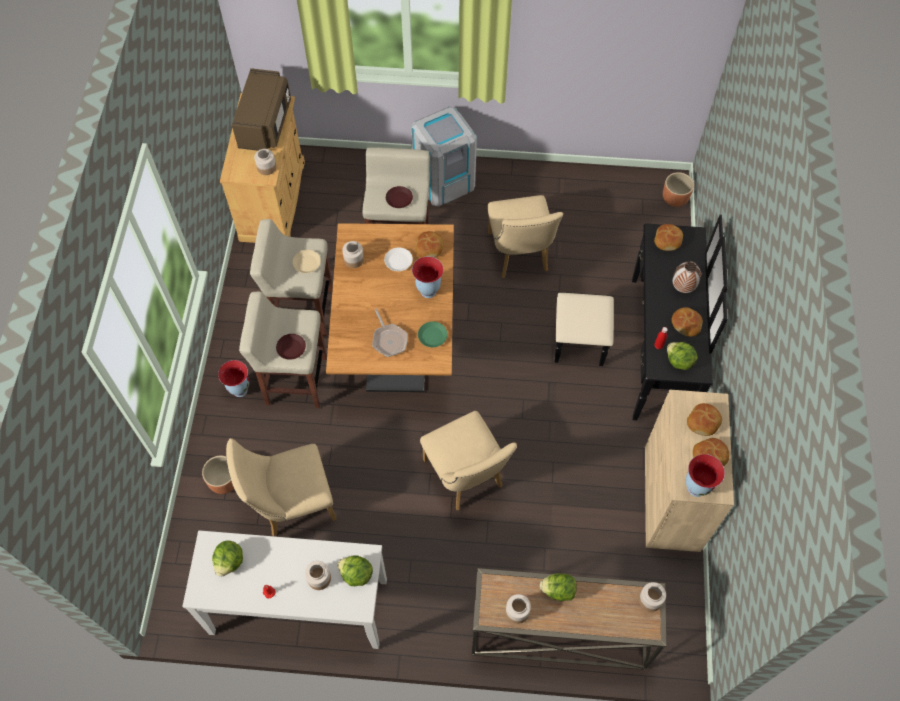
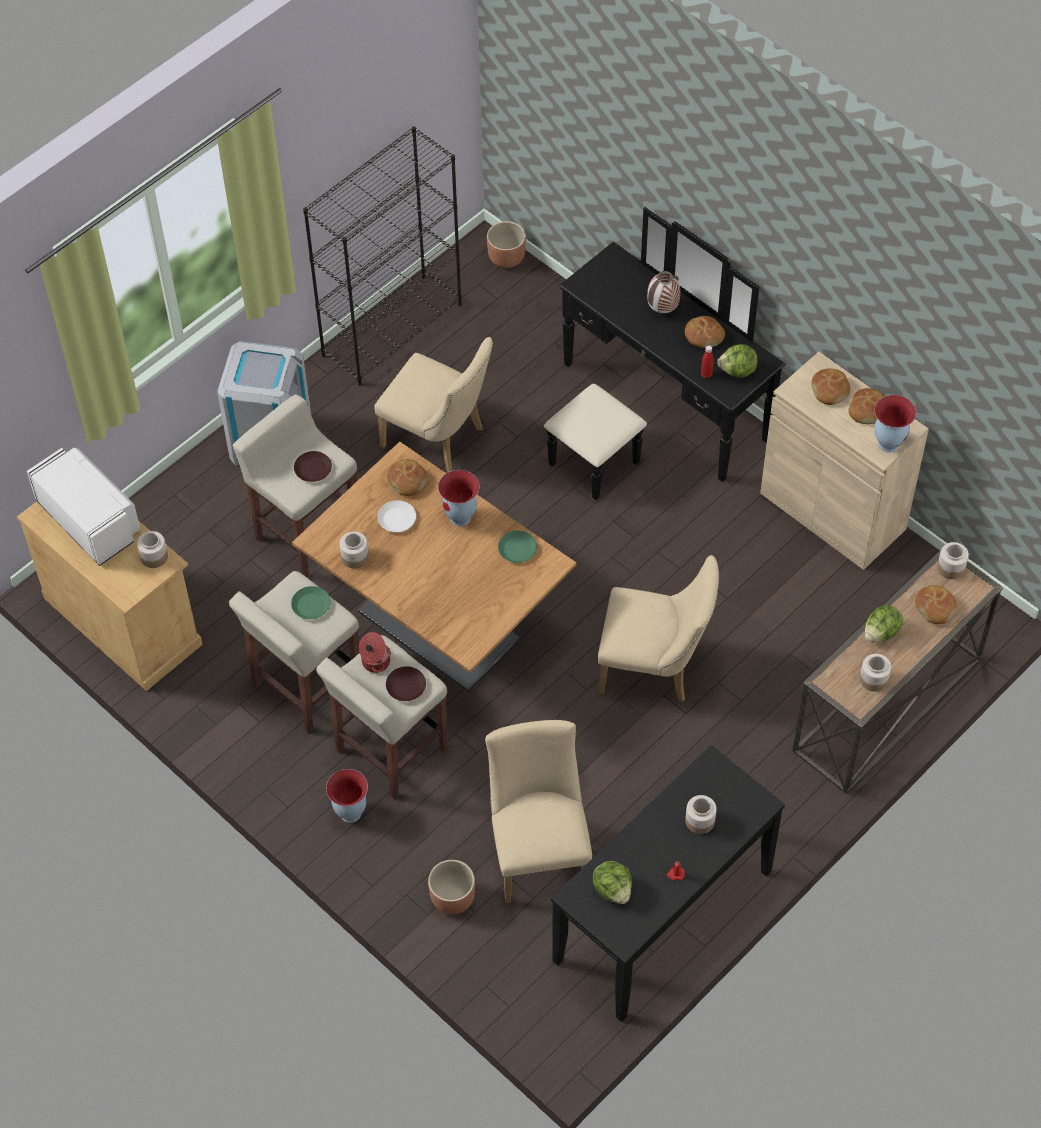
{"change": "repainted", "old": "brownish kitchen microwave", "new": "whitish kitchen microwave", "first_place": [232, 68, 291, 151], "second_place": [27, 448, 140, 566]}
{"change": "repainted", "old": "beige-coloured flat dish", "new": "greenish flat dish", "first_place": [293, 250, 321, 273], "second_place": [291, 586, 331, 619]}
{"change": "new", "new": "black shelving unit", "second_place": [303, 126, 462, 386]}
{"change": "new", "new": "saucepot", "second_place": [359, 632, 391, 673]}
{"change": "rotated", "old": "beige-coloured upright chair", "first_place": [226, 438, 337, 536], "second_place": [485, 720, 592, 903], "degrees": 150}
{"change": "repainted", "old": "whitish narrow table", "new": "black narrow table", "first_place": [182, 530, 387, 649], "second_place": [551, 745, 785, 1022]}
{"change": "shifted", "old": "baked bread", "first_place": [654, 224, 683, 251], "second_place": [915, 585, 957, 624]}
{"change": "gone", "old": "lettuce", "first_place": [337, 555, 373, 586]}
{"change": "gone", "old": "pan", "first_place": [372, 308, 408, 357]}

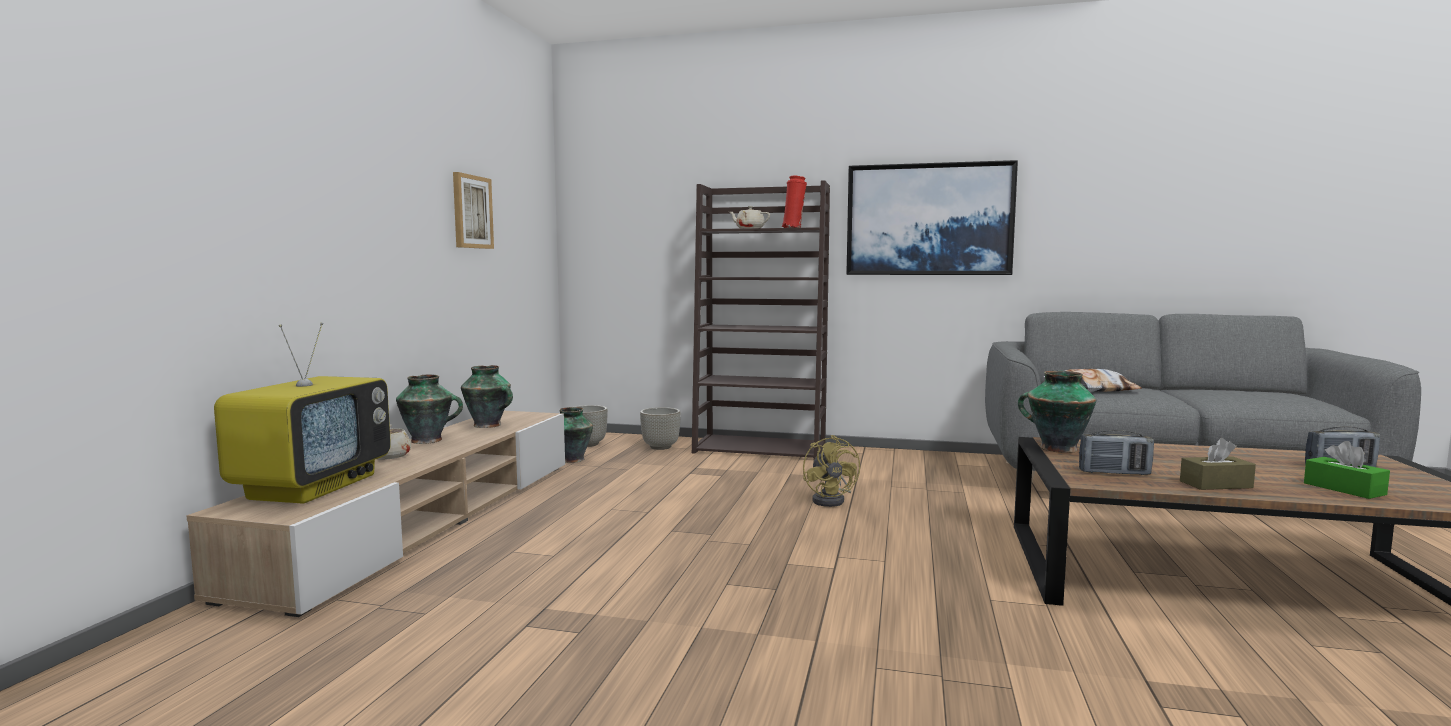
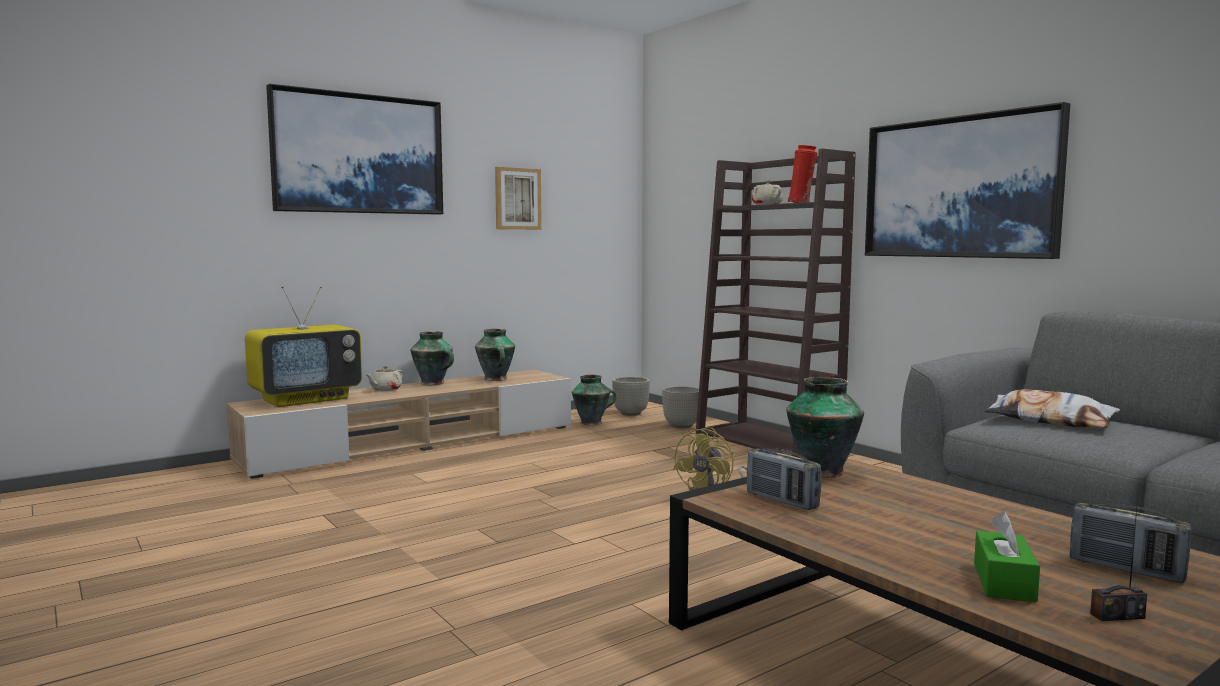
{"change": "new", "new": "wall art", "second_place": [266, 84, 443, 215]}
{"change": "new", "new": "radio receiver", "second_place": [1090, 497, 1147, 621]}
{"change": "gone", "old": "brownish tissue box", "first_place": [1180, 438, 1256, 490]}

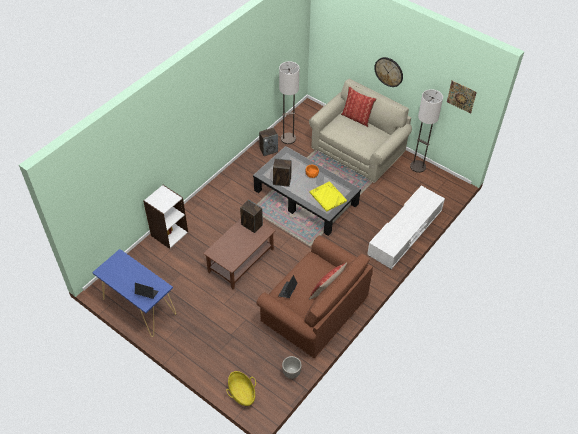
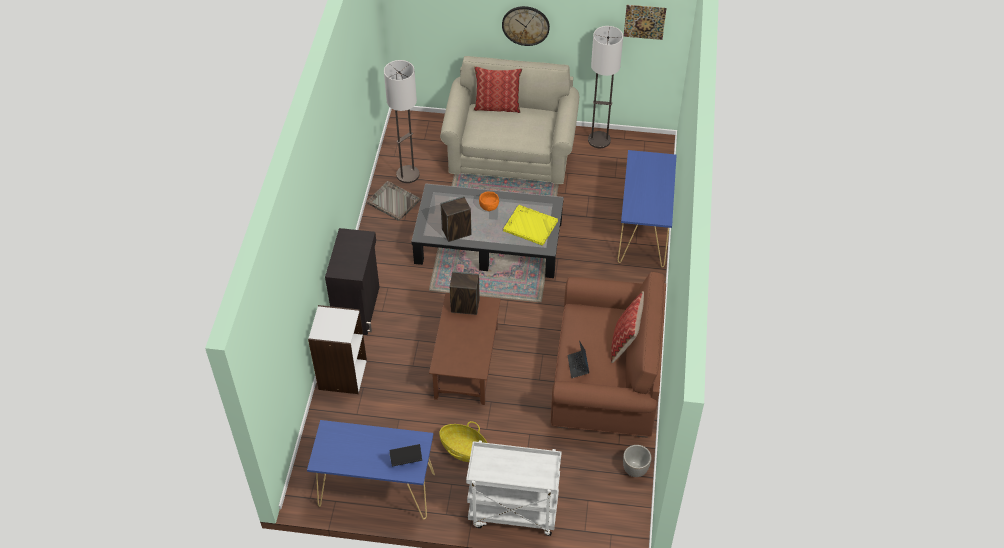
{"change": "new", "new": "black storage cabinet", "second_place": [325, 228, 379, 335]}
{"change": "swapped", "old": "audio speaker", "new": "gray tray", "first_place": [259, 128, 278, 156], "second_place": [366, 181, 420, 221]}
{"change": "shifted", "old": "basket", "first_place": [226, 371, 256, 406], "second_place": [439, 421, 487, 462]}
{"change": "new", "new": "whitish cart", "second_place": [466, 441, 562, 536]}
{"change": "swapped", "old": "whitish tv unit", "new": "blue-coloured narrow table", "first_place": [367, 186, 445, 269], "second_place": [618, 150, 677, 267]}

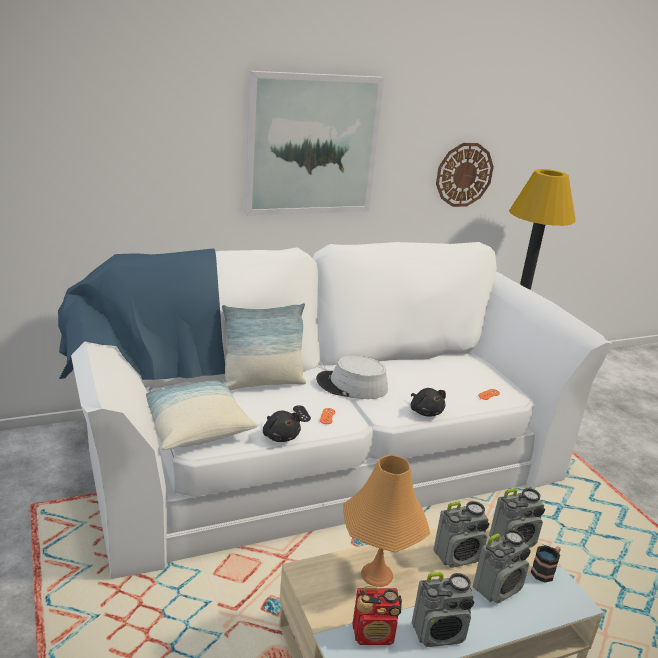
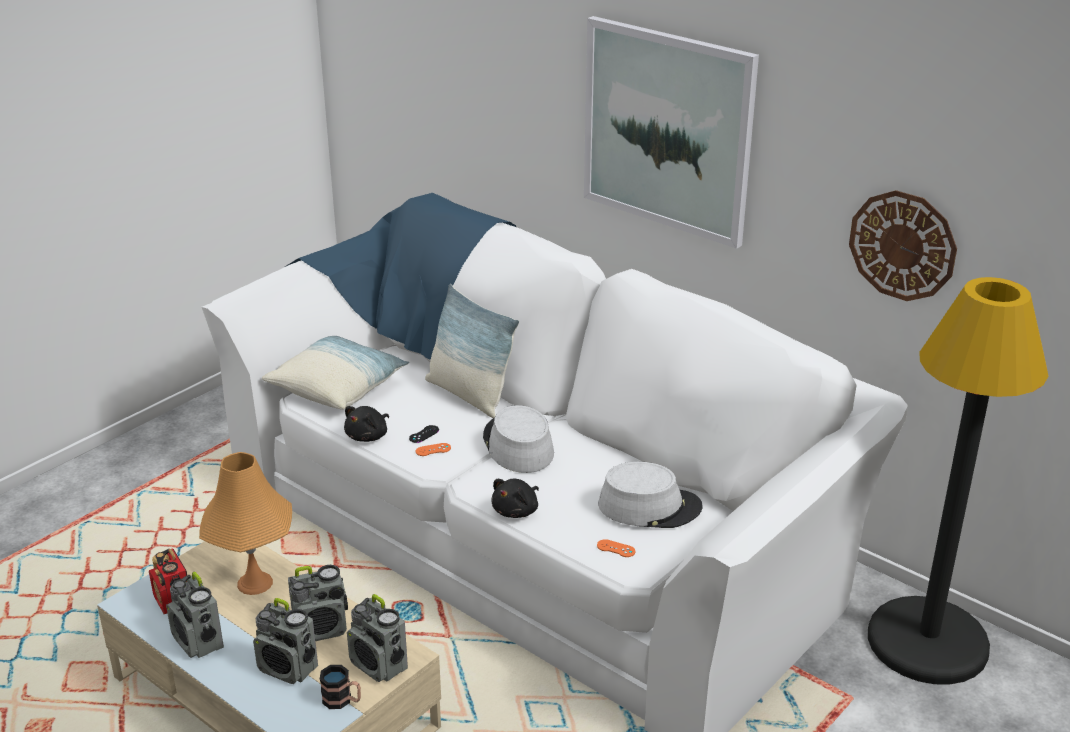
{"change": "rotated", "old": "radio receiver", "first_place": [433, 501, 490, 568], "second_place": [288, 565, 348, 641], "degrees": -60}
{"change": "new", "new": "gray wearable hat", "second_place": [598, 462, 703, 528]}

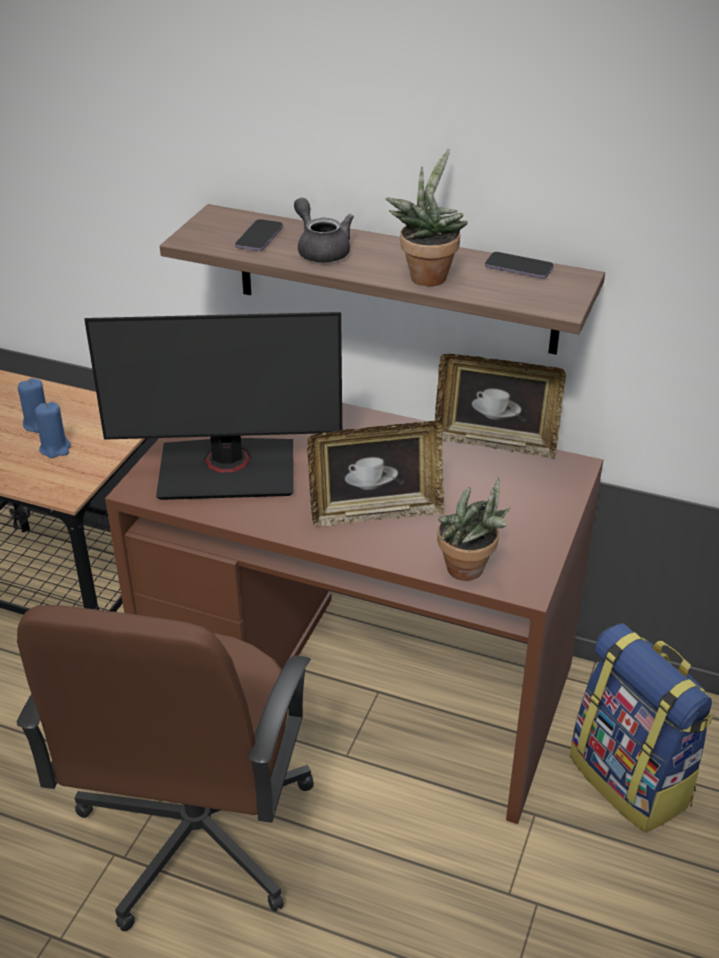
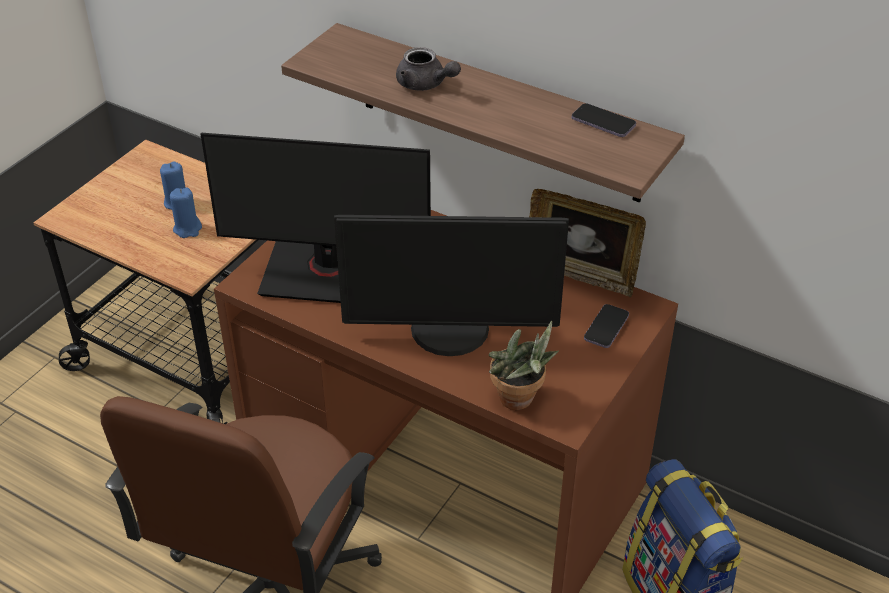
{"change": "swapped", "old": "photo frame", "new": "monitor", "first_place": [307, 421, 444, 526], "second_place": [334, 215, 569, 356]}
{"change": "rotated", "old": "gray pot for tea", "first_place": [294, 198, 354, 263], "second_place": [396, 47, 461, 91], "degrees": 150}
{"change": "shifted", "old": "phone", "first_place": [235, 219, 283, 251], "second_place": [584, 304, 629, 348]}
{"change": "gone", "old": "plant in a pot", "first_place": [385, 149, 468, 287]}

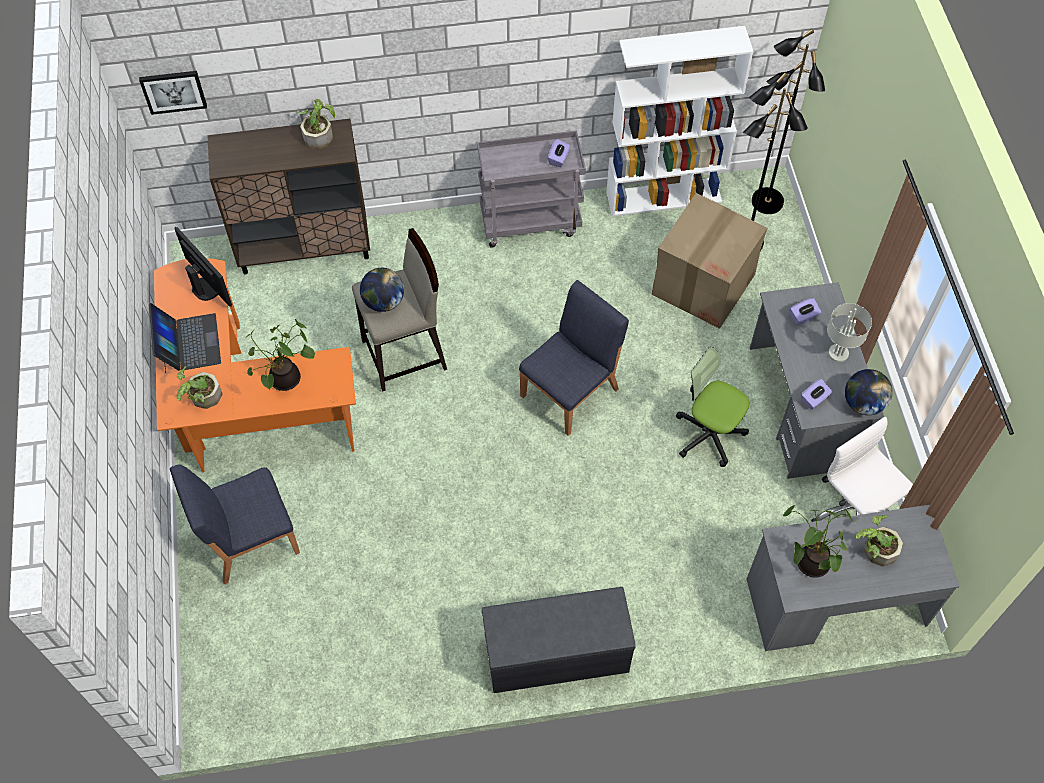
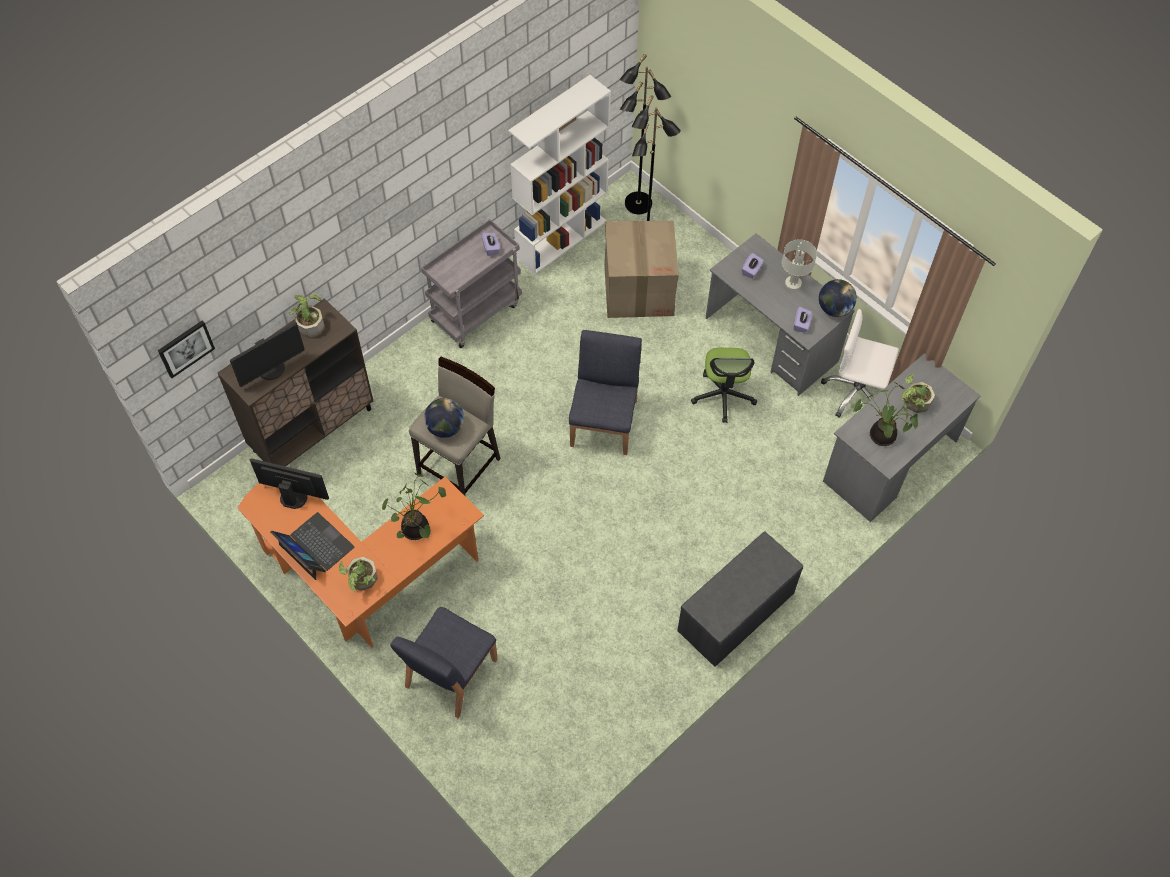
{"change": "new", "new": "monitor", "second_place": [230, 323, 305, 387]}
{"change": "rotated", "old": "desk chair", "first_place": [676, 347, 749, 467], "second_place": [691, 348, 757, 423], "degrees": -90}

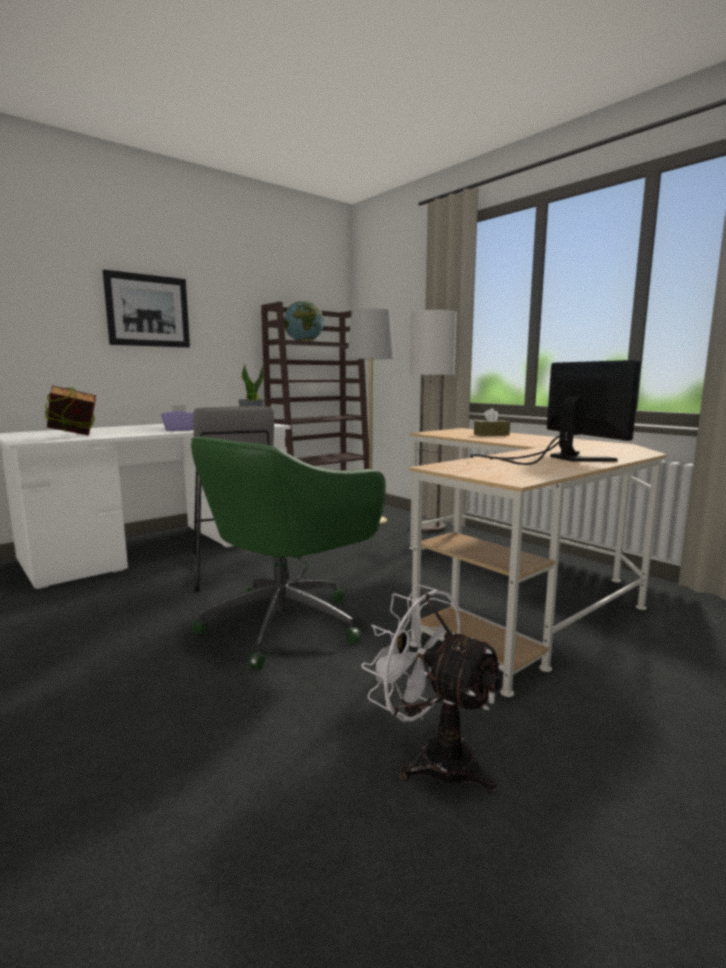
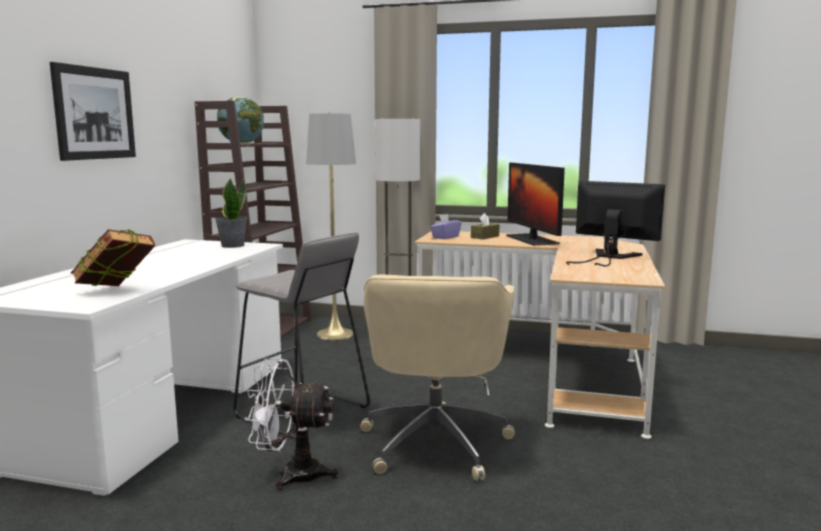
{"change": "shifted", "old": "whitish electric fan", "first_place": [361, 584, 505, 794], "second_place": [245, 359, 338, 491]}
{"change": "repainted", "old": "greenish desk chair", "new": "beige-coloured desk chair", "first_place": [191, 436, 386, 670], "second_place": [360, 274, 515, 481]}
{"change": "shifted", "old": "purple-coloured tissue box", "first_place": [161, 405, 193, 431], "second_place": [430, 214, 461, 239]}
{"change": "new", "new": "monitor", "second_place": [506, 163, 565, 246]}

